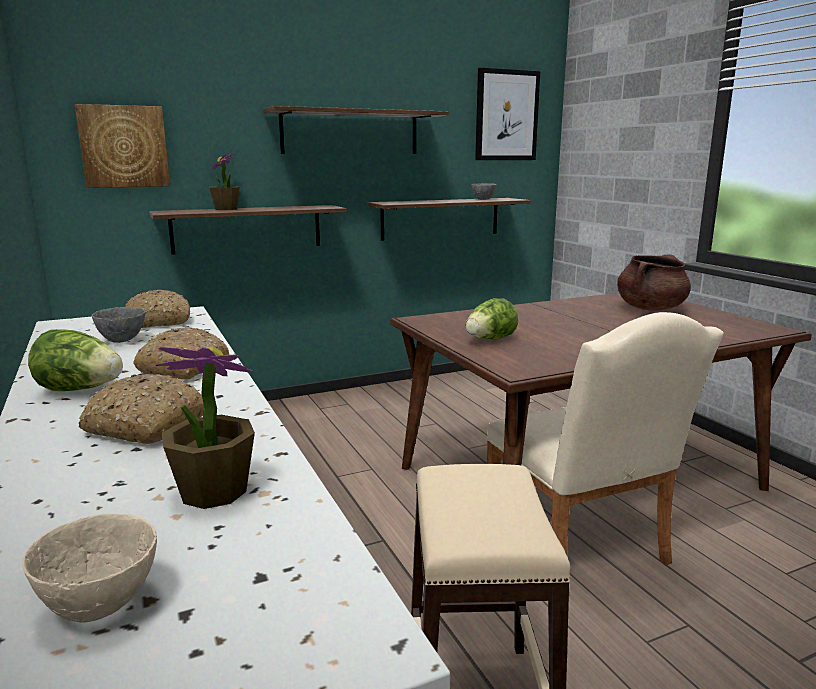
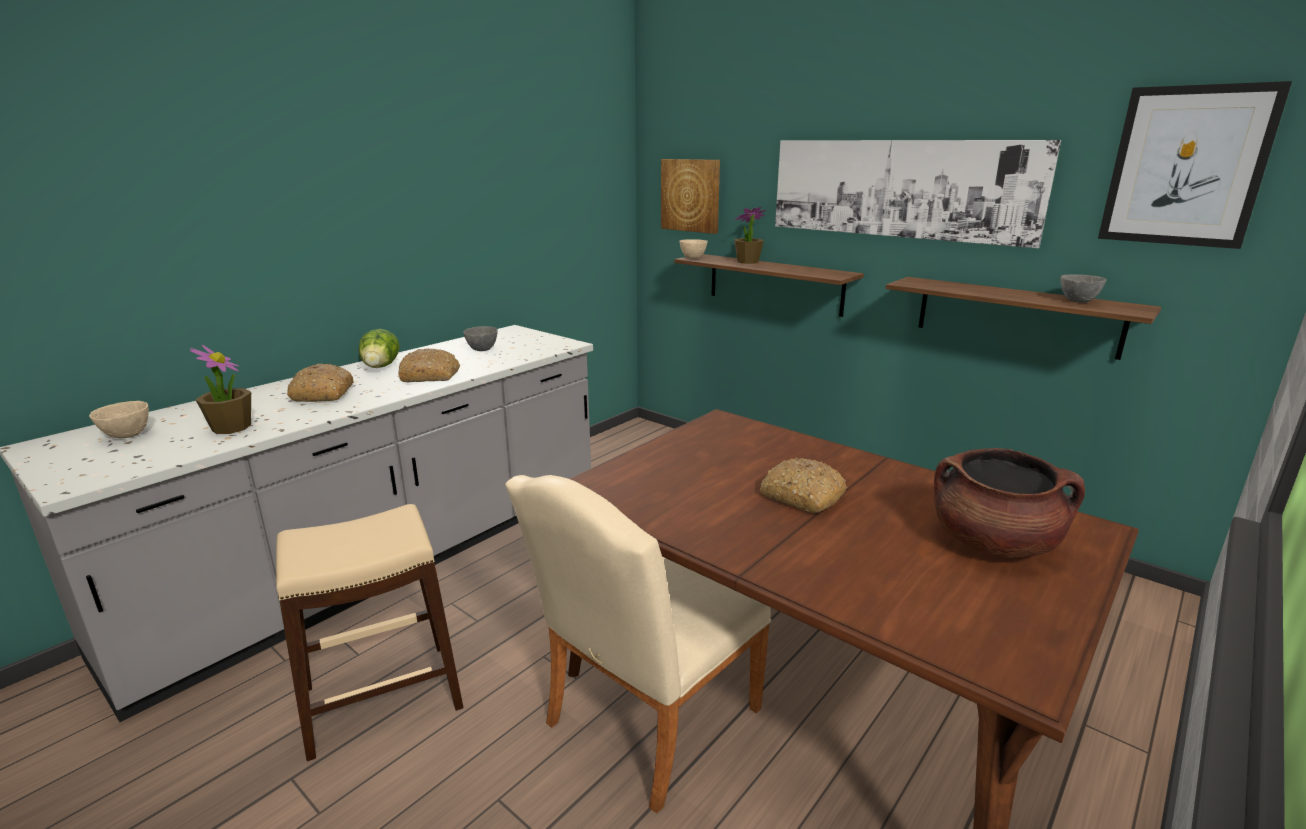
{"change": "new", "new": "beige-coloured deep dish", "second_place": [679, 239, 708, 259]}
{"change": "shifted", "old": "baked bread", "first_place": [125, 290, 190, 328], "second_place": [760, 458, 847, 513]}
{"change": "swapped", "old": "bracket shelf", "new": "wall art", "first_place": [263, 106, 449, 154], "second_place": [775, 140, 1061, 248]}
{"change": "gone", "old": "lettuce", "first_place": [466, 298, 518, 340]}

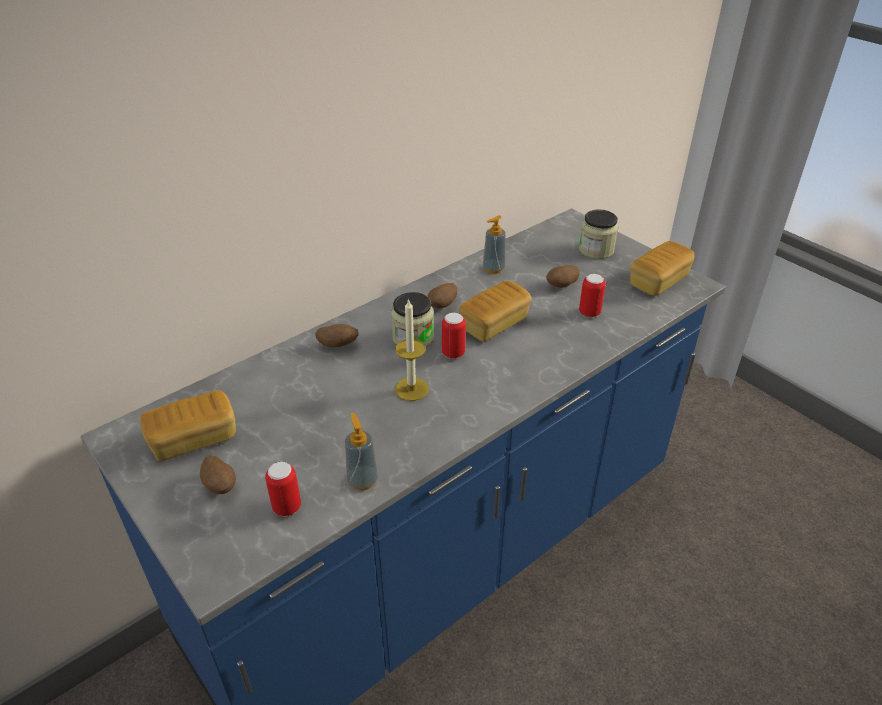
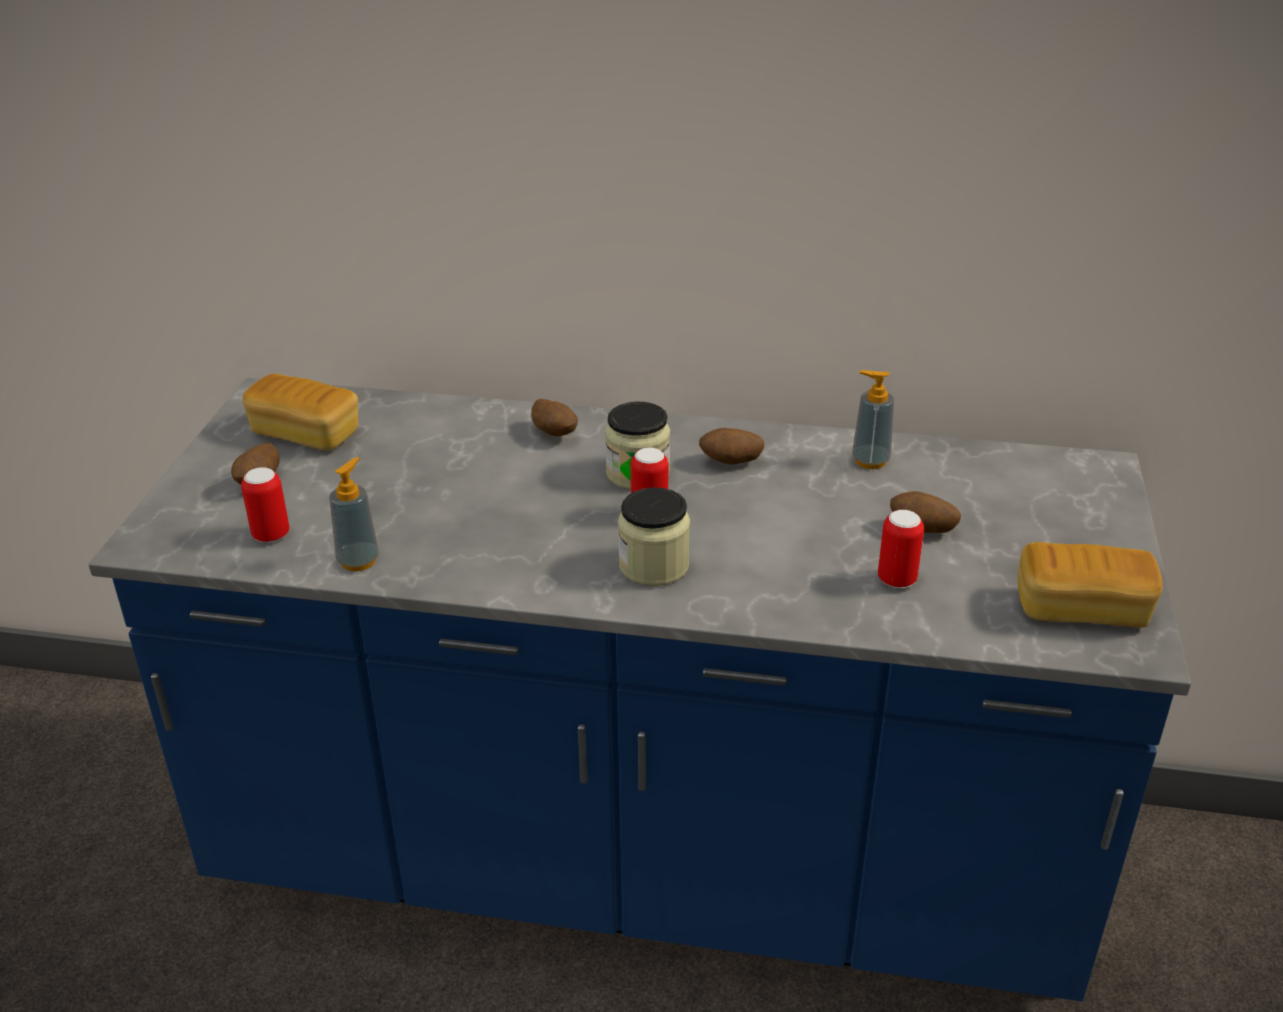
{"change": "shifted", "old": "preserve jar", "first_place": [579, 209, 618, 259], "second_place": [618, 487, 690, 586]}
{"change": "gone", "old": "wax light", "first_place": [395, 298, 429, 401]}
{"change": "gone", "old": "baked bread", "first_place": [459, 281, 531, 342]}

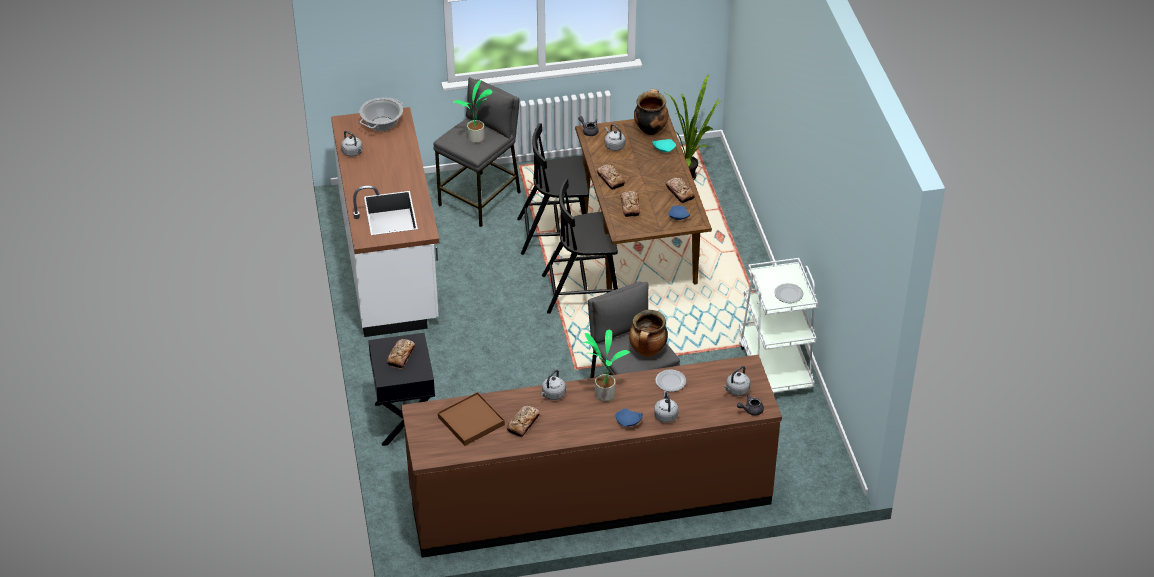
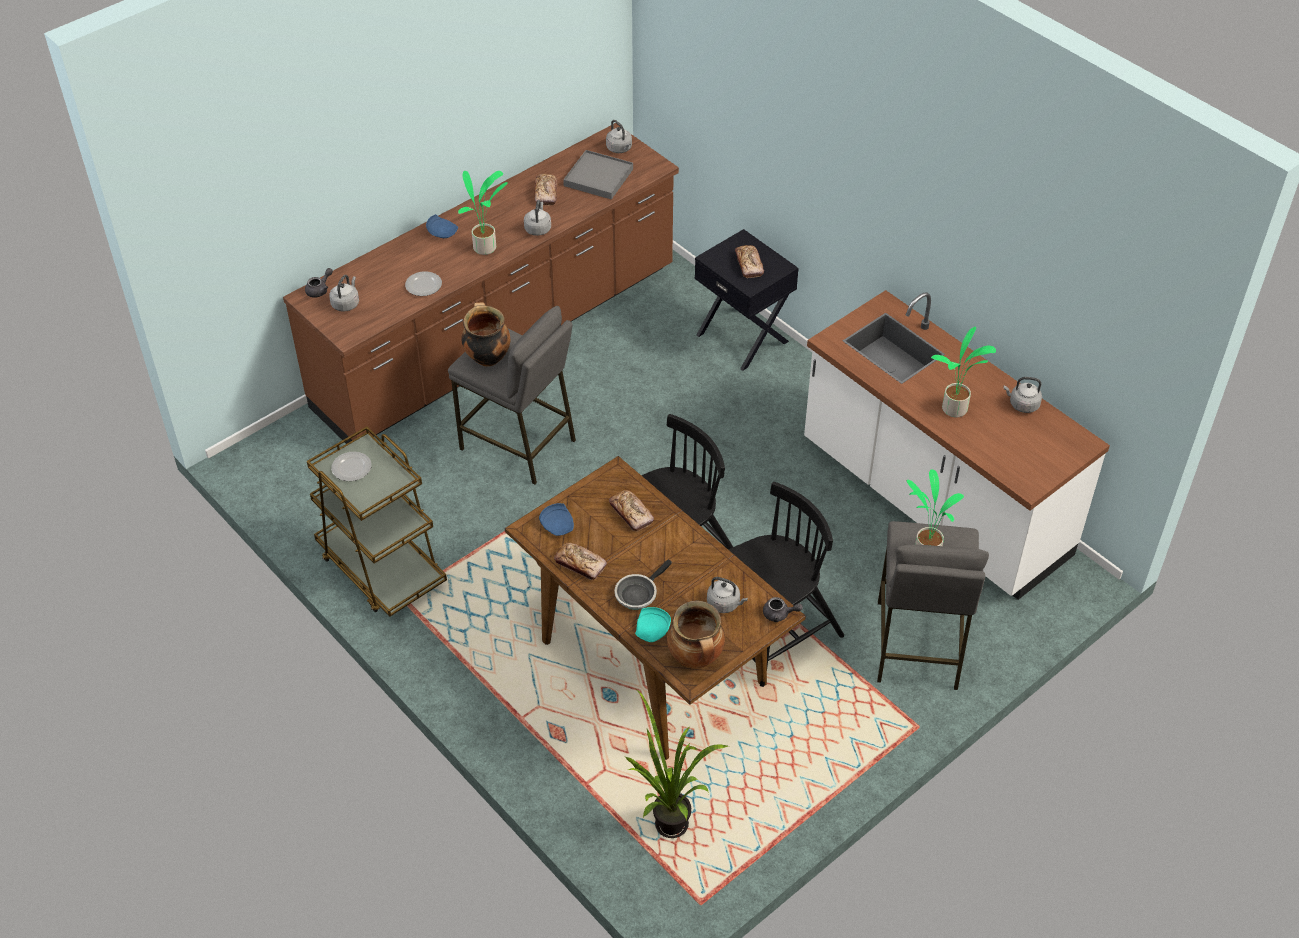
{"change": "repainted", "old": "whitish cart", "new": "brownish cart", "first_place": [739, 258, 818, 393], "second_place": [307, 426, 447, 617]}
{"change": "repainted", "old": "brownish tray", "new": "gray tray", "first_place": [438, 392, 505, 446], "second_place": [563, 150, 633, 200]}
{"change": "shifted", "old": "gray tea kettle", "first_place": [654, 391, 678, 423], "second_place": [606, 120, 632, 153]}
{"change": "new", "new": "pan", "second_place": [614, 559, 672, 610]}
{"change": "new", "new": "plant in a pot", "second_place": [931, 327, 996, 418]}
{"change": "gone", "old": "saucepot", "first_place": [360, 98, 403, 131]}
{"change": "gone", "old": "baked bread", "first_place": [596, 164, 625, 190]}

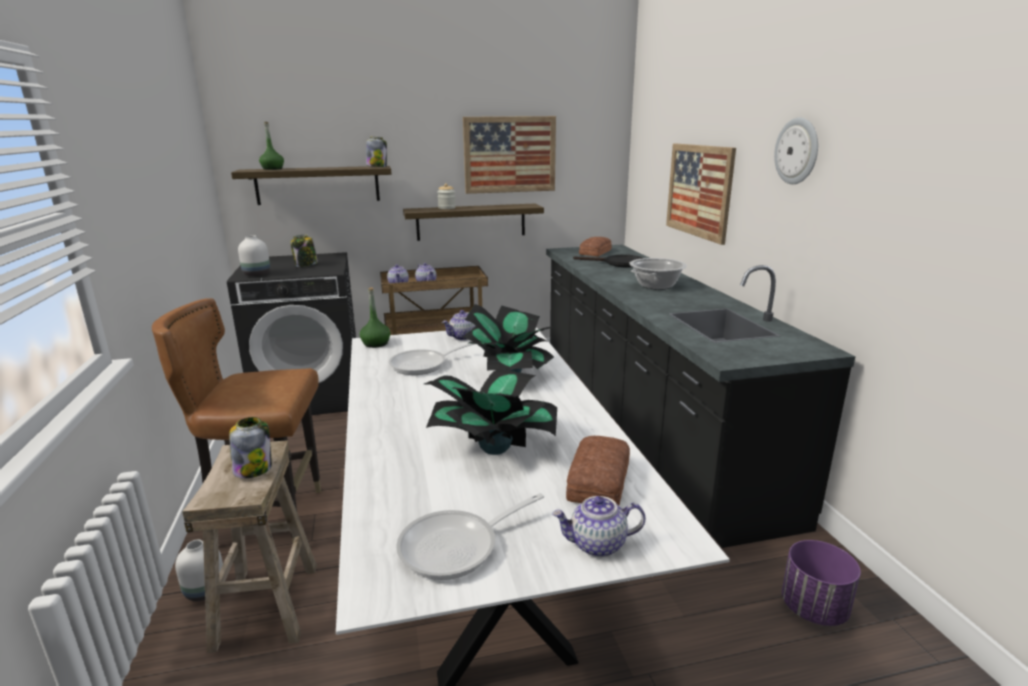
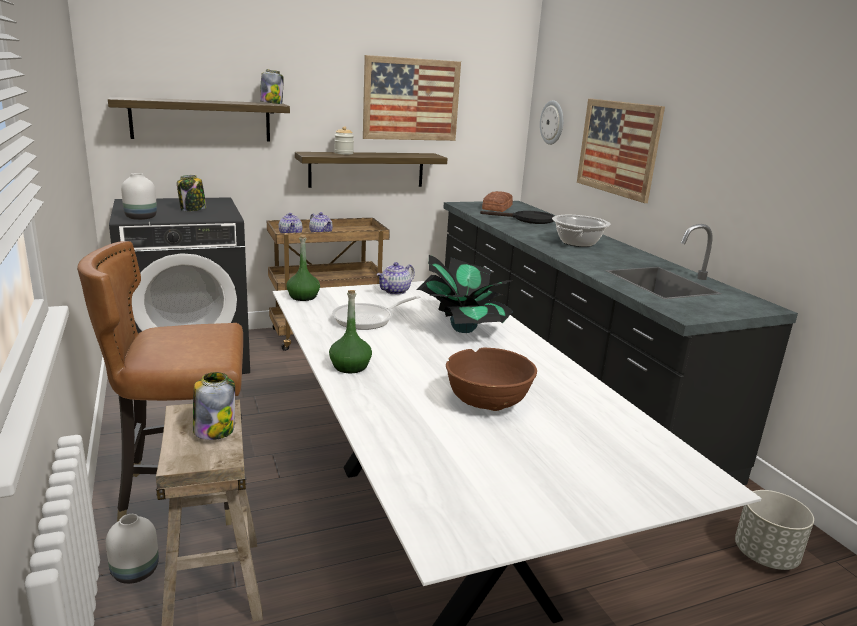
{"change": "shifted", "old": "greenish drink bottle", "first_place": [259, 122, 284, 170], "second_place": [329, 290, 372, 373]}
{"change": "swapped", "old": "plant in a pot", "new": "brownish deep dish", "first_place": [424, 369, 557, 455], "second_place": [446, 348, 537, 411]}
{"change": "shifted", "old": "wall clock", "first_place": [774, 117, 818, 184], "second_place": [540, 100, 563, 145]}
{"change": "repainted", "old": "purple-coloured plant pot", "new": "gray plant pot", "first_place": [782, 540, 861, 626], "second_place": [735, 490, 814, 570]}
{"change": "gone", "old": "pan", "first_place": [396, 493, 544, 580]}
{"change": "gone", "old": "pot for tea", "first_place": [552, 496, 645, 557]}
{"change": "gone", "old": "baked bread", "first_place": [566, 436, 630, 506]}

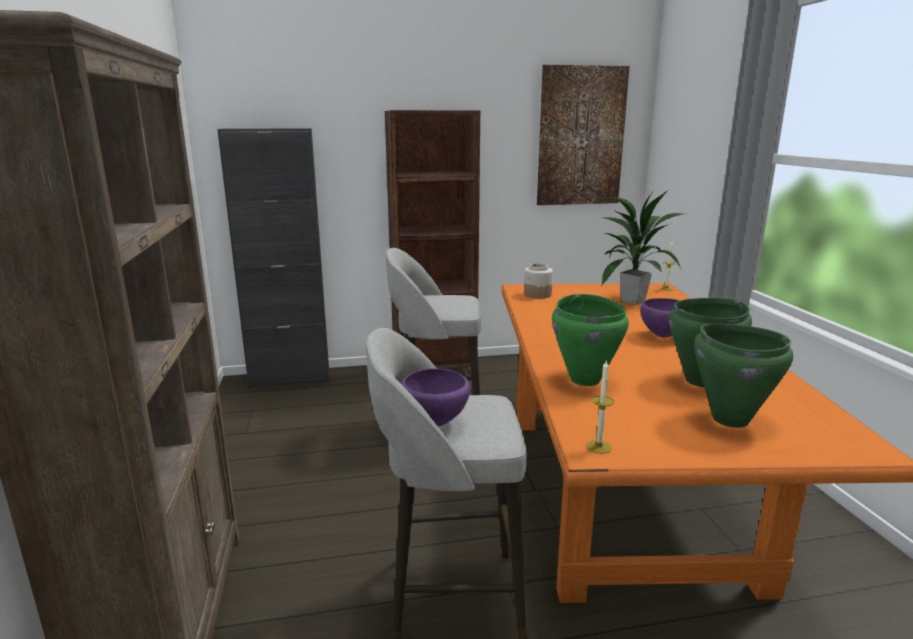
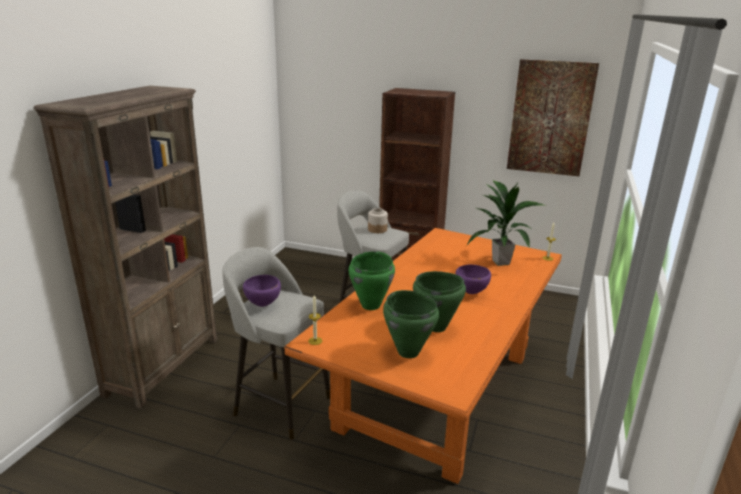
{"change": "shifted", "old": "preserve jar", "first_place": [524, 263, 553, 299], "second_place": [368, 208, 388, 233]}
{"change": "gone", "old": "black storage cabinet", "first_place": [217, 128, 329, 389]}

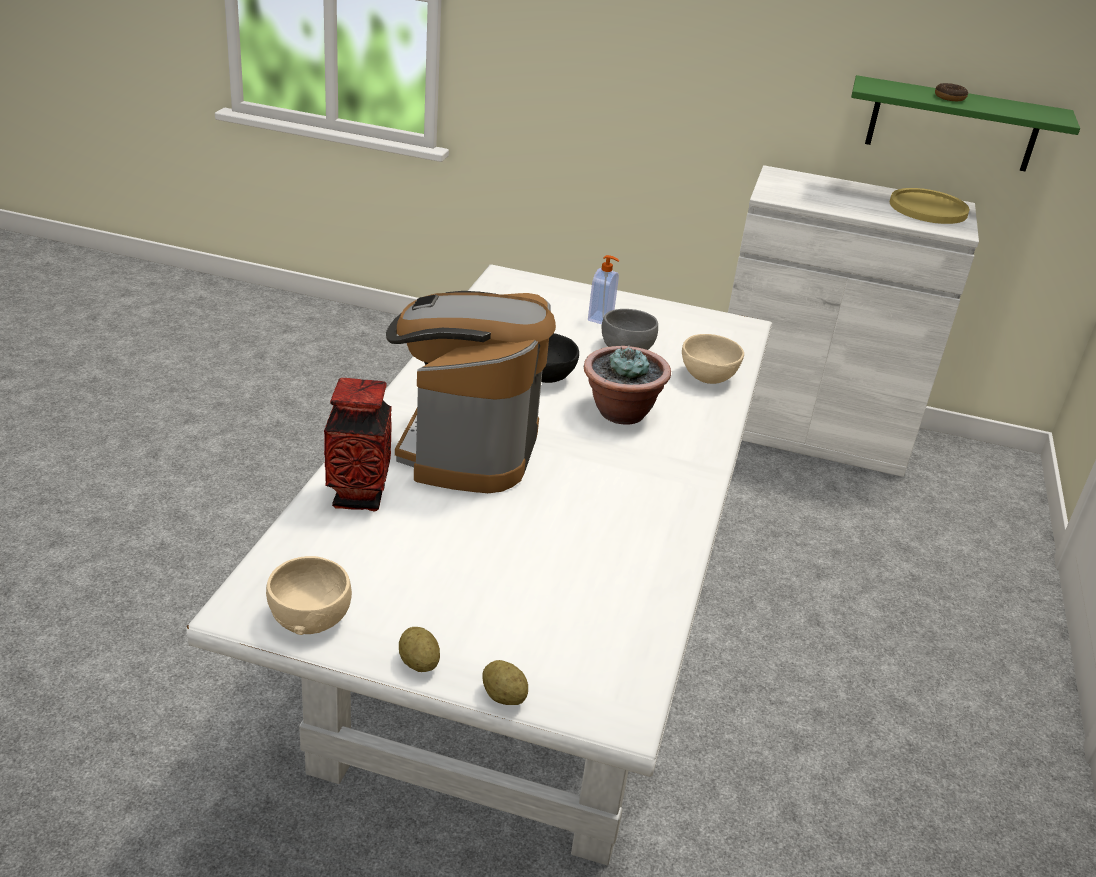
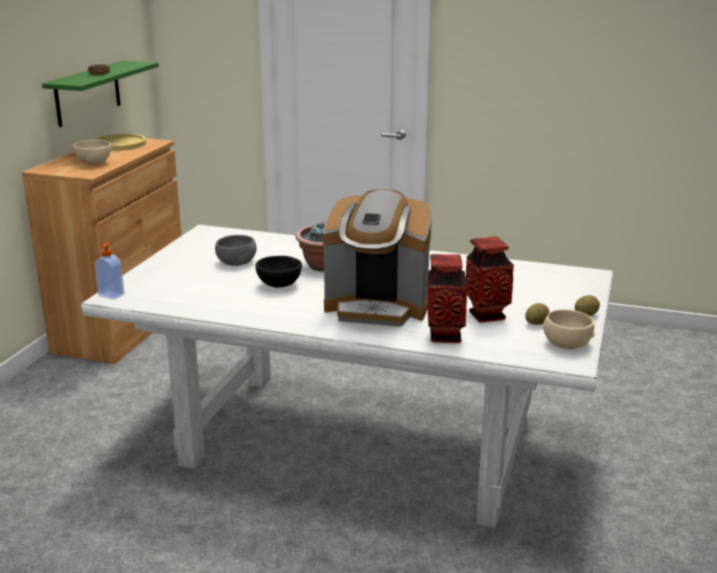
{"change": "repainted", "old": "whitish storage cabinet", "new": "brownish storage cabinet", "first_place": [728, 165, 979, 477], "second_place": [22, 138, 182, 364]}
{"change": "shifted", "old": "beige-coloured deep dish", "first_place": [682, 334, 744, 384], "second_place": [72, 140, 112, 164]}
{"change": "shifted", "old": "soap dispenser", "first_place": [588, 255, 620, 324], "second_place": [95, 242, 125, 300]}
{"change": "new", "new": "flower vase", "second_place": [466, 236, 514, 322]}
{"change": "shifted", "old": "spud", "first_place": [483, 660, 528, 705], "second_place": [525, 303, 550, 325]}

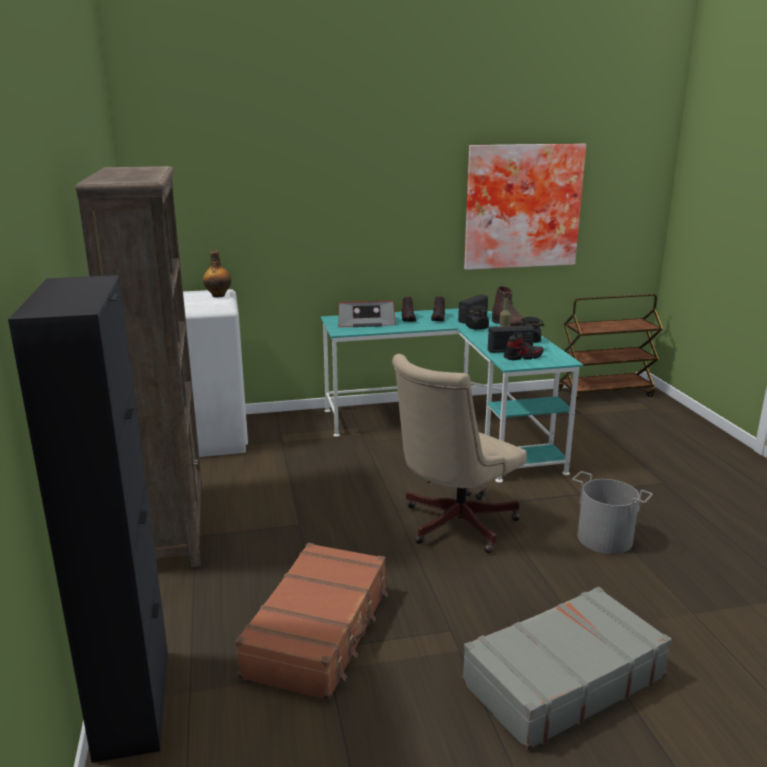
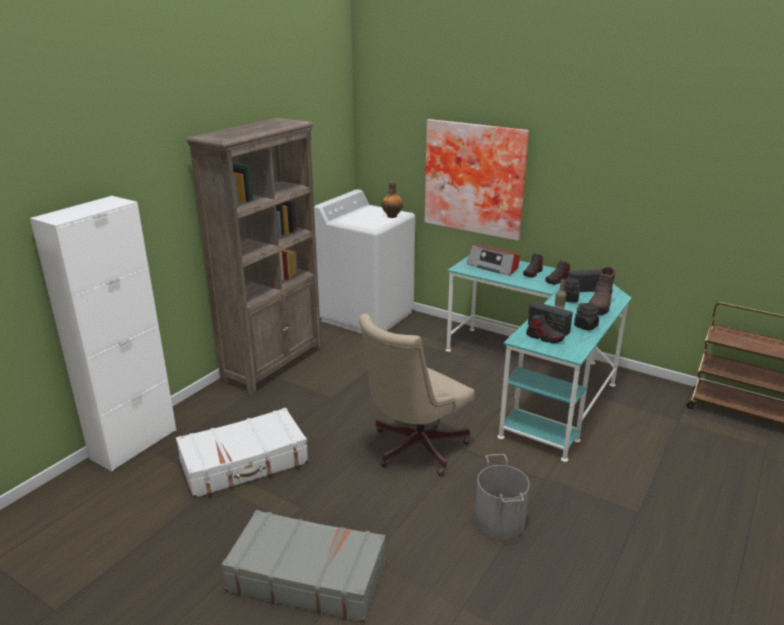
{"change": "repainted", "old": "black storage cabinet", "new": "whitish storage cabinet", "first_place": [8, 275, 168, 763], "second_place": [30, 196, 177, 472]}
{"change": "repainted", "old": "brownish piece of luggage", "new": "whitish piece of luggage", "first_place": [235, 543, 388, 701], "second_place": [176, 408, 308, 498]}
{"change": "rotated", "old": "beige-coloured desk chair", "first_place": [392, 354, 527, 553], "second_place": [359, 314, 474, 476], "degrees": -45}
{"change": "shifted", "old": "wall art", "first_place": [464, 144, 586, 270], "second_place": [425, 119, 529, 241]}

